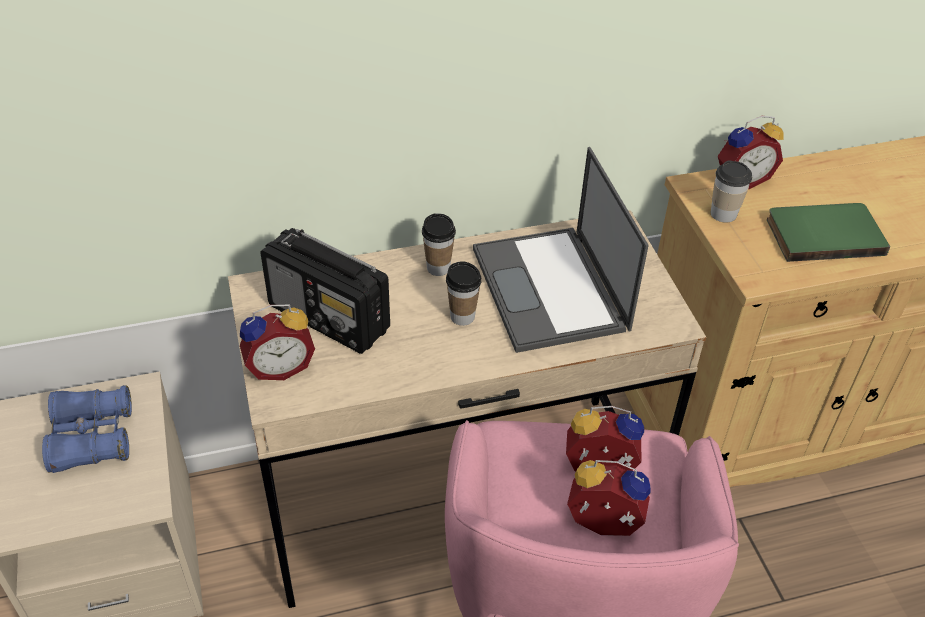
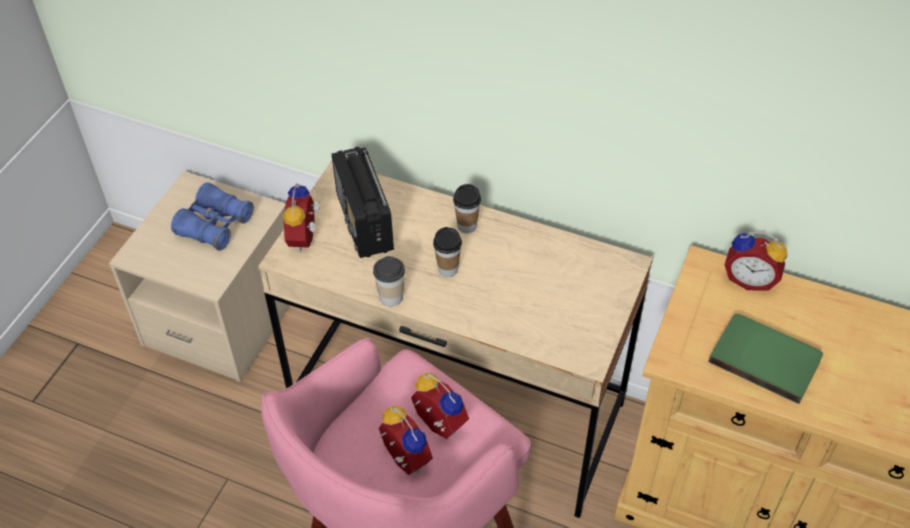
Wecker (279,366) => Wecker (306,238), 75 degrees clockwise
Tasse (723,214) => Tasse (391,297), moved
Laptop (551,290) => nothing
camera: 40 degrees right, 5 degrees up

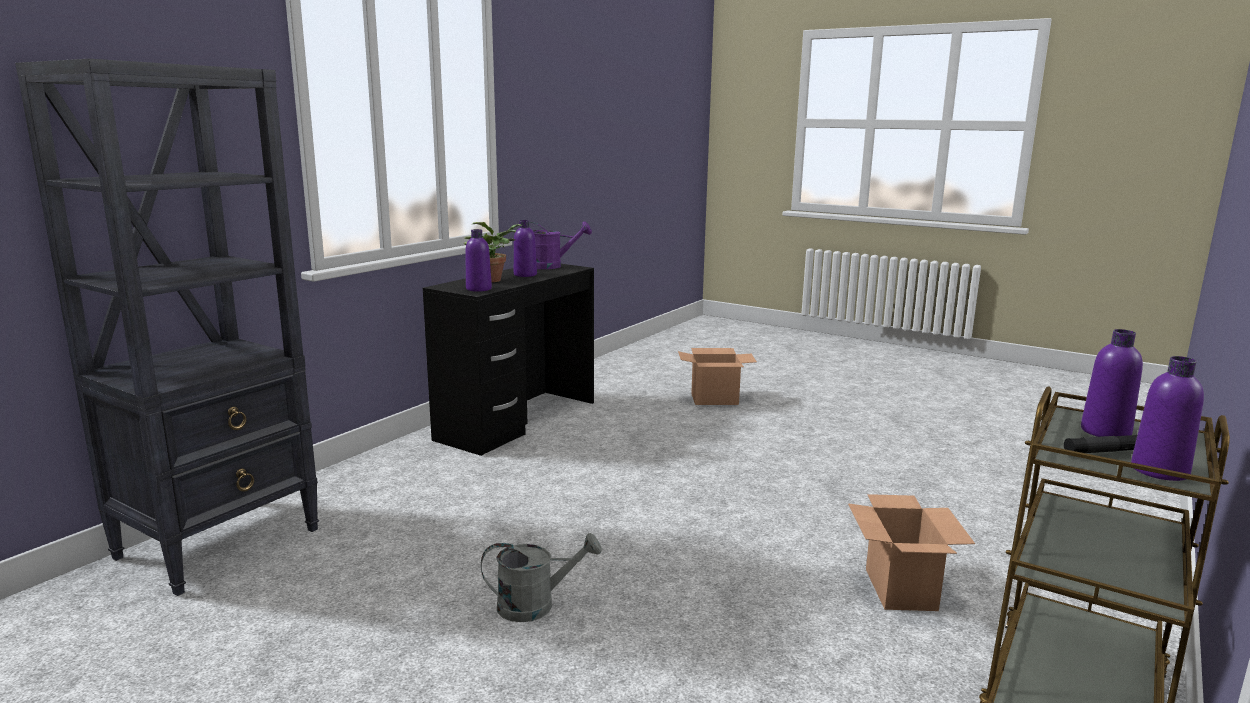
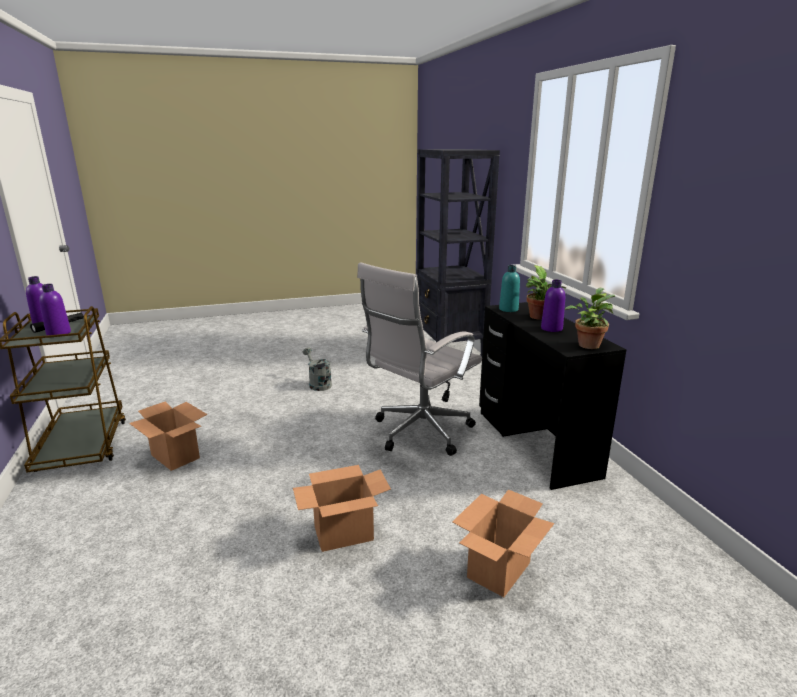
nothing => Karton (343,534)
Gießkanne (grau) (536,605) => Gießkanne (grau) (318,384), 120 degrees clockwise
nothing => Bürostuhl (weiß) (419,433)
Flasche (lila) (478,289) => Flasche (türkis) (508,309)
Gießkanne (lila) (551,266) => Topfpflanze (588,344)
camera: 130 degrees right, 5 degrees up

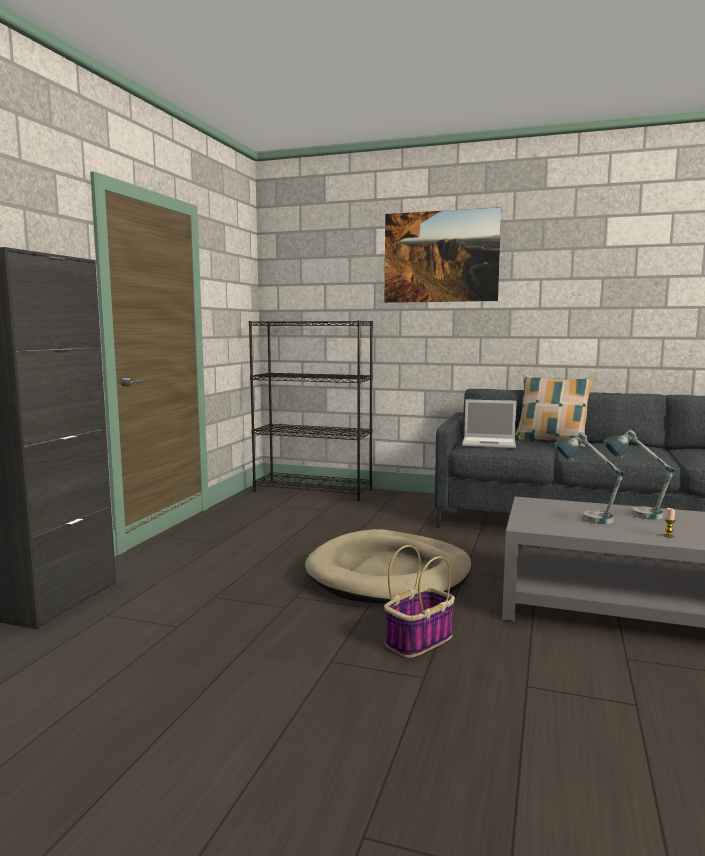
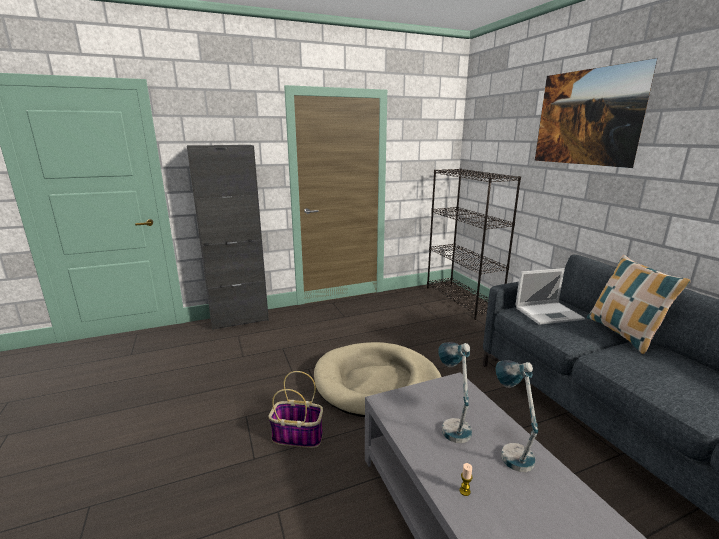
Laptop (490,443) => Laptop (549,313), 75 degrees counterclockwise
camera: 50 degrees right, 10 degrees up

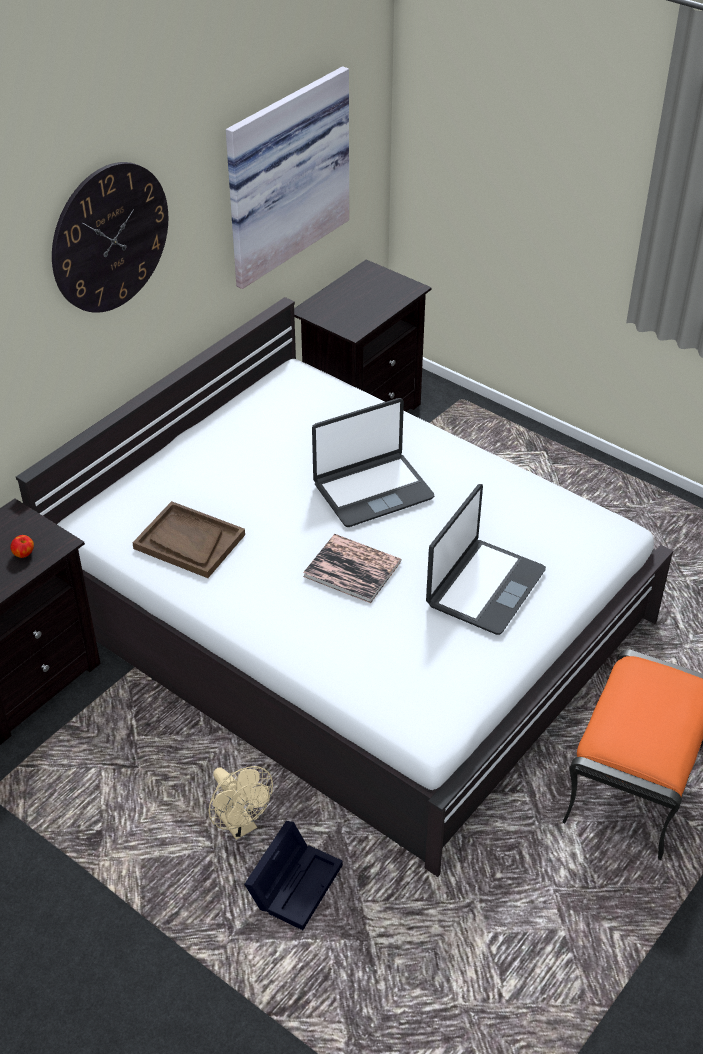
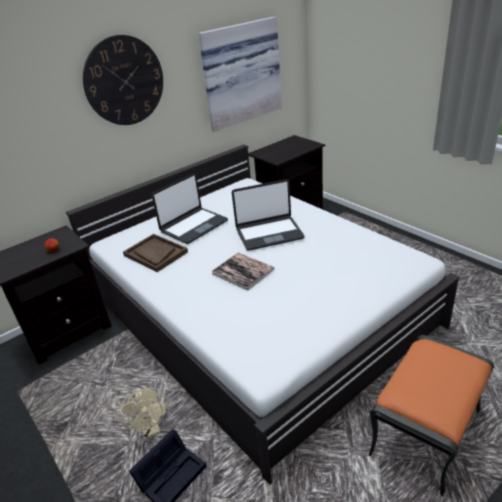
Laptop (484,587) => Laptop (193,226), moved
camera: 15 degrees right, 10 degrees down

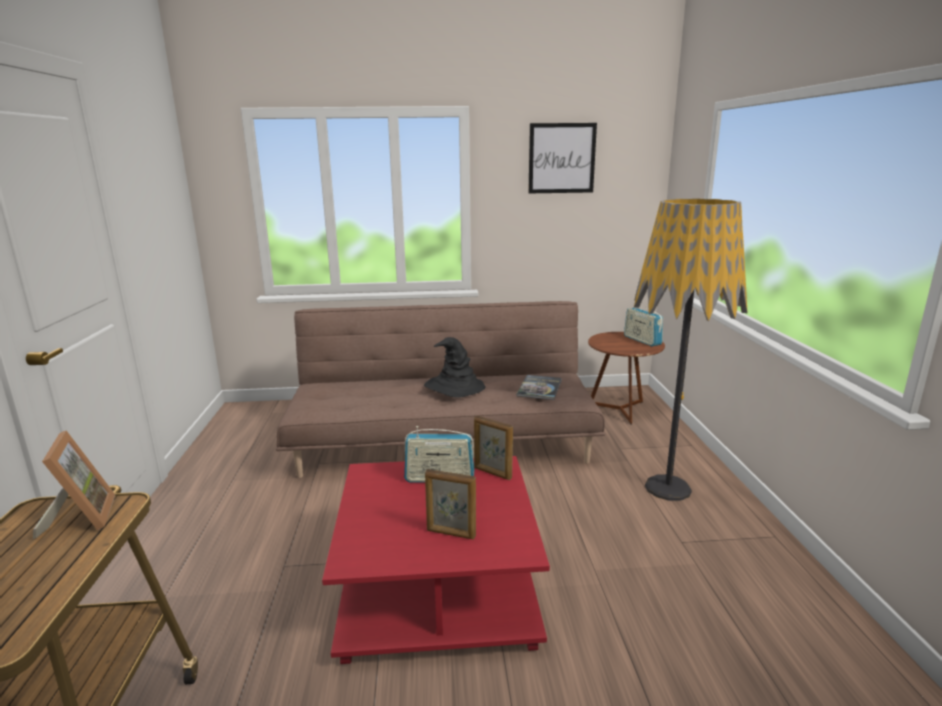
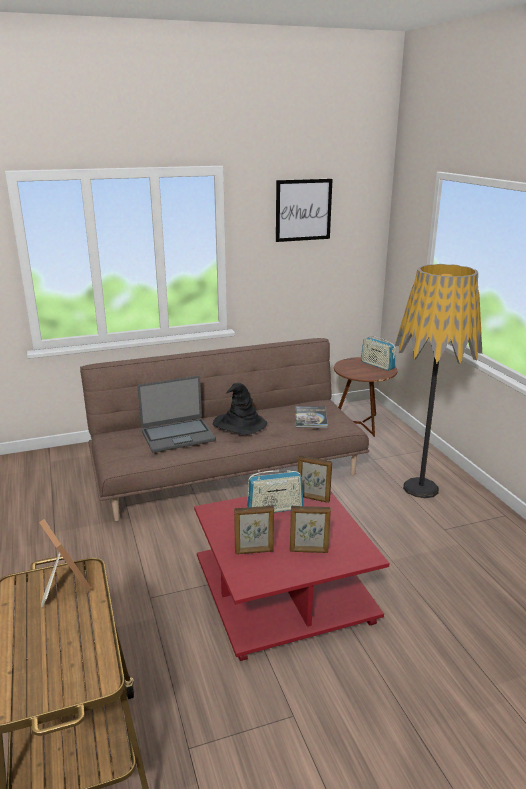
nothing => Laptop (177,436)
nothing => Bilderrahmen (254,551)
camera: 15 degrees left, 5 degrees up

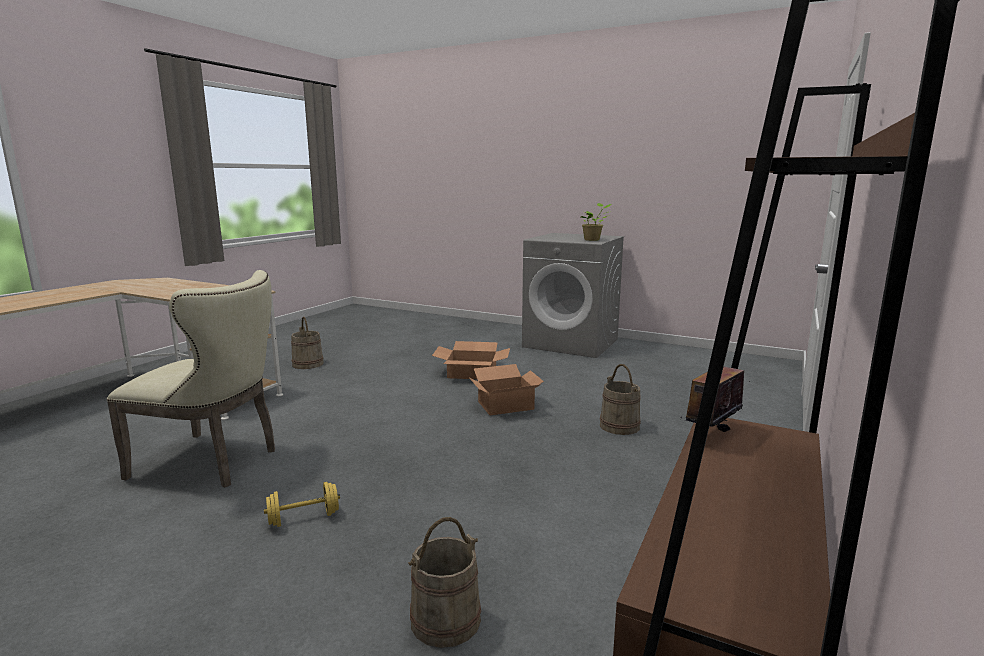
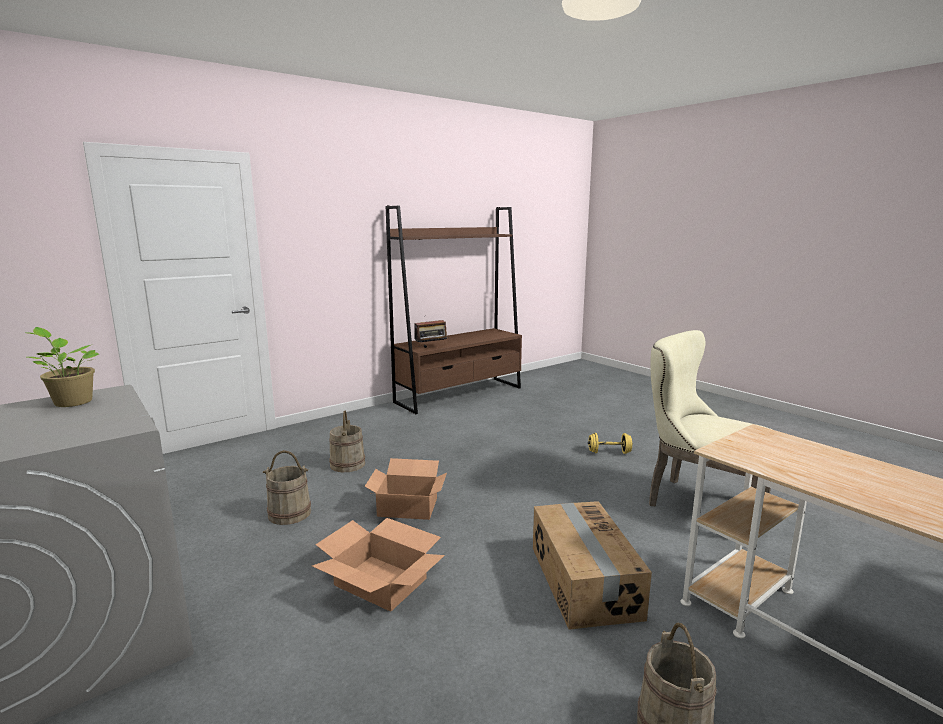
Eimer (beige) (445,619) => Eimer (beige) (289,513), moved
nothing => Karton (583,581)
camera: 155 degrees left, 0 degrees up

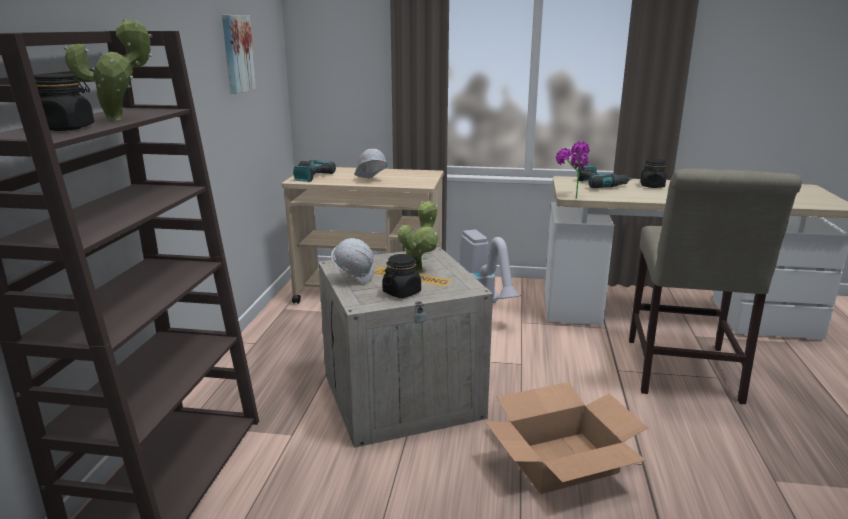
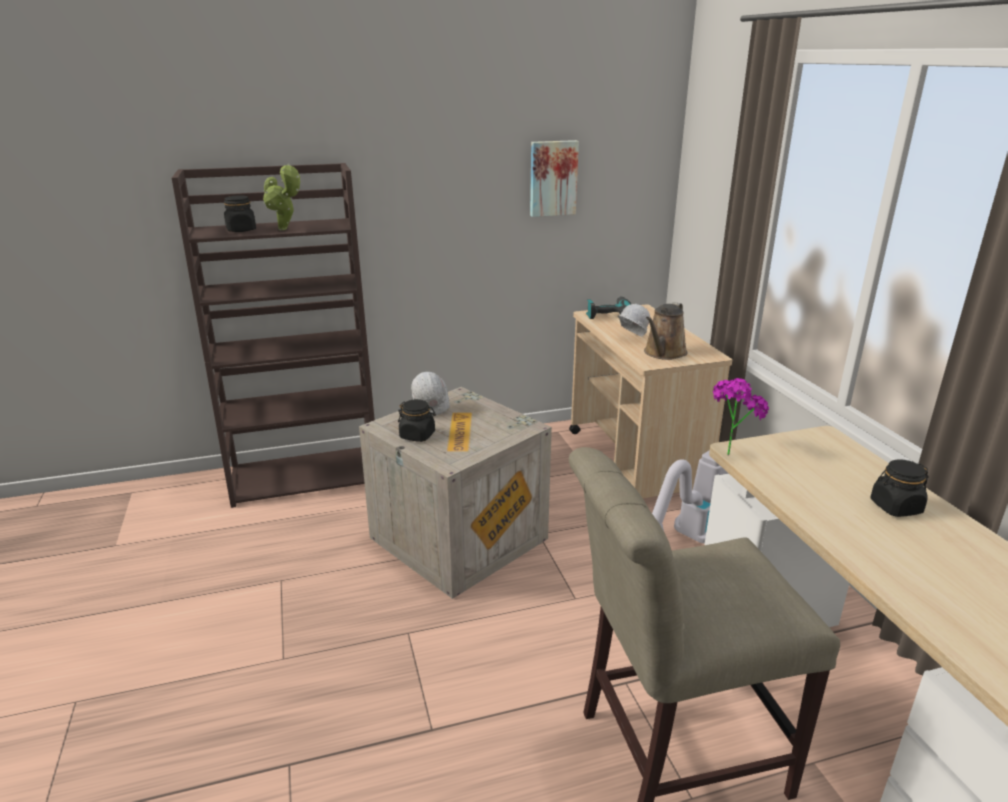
nothing => Gießkanne (braun) (663,353)
Topfpflanze (420,270) => nothing
Karton (562,461) => nothing
Bohrmaschine (600,184) => nothing
camera: 65 degrees right, 5 degrees up

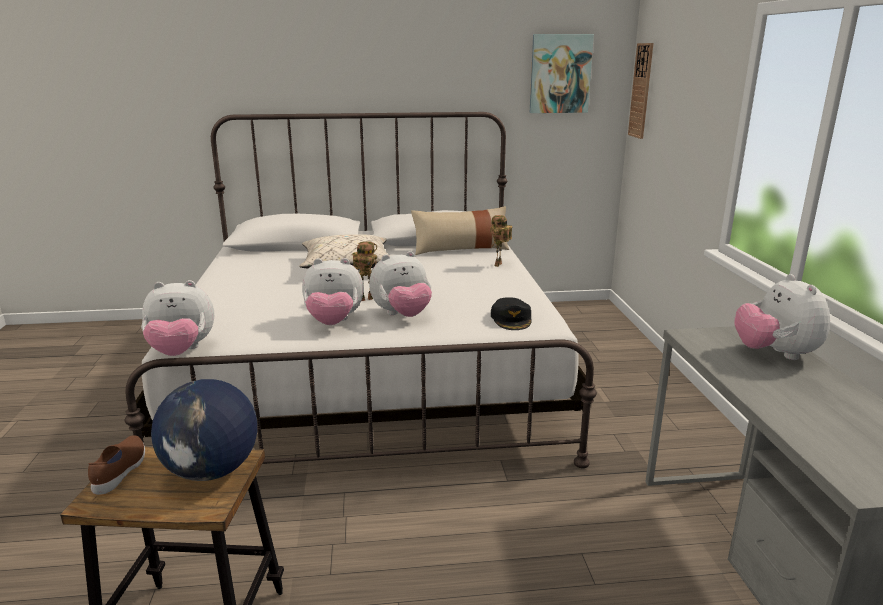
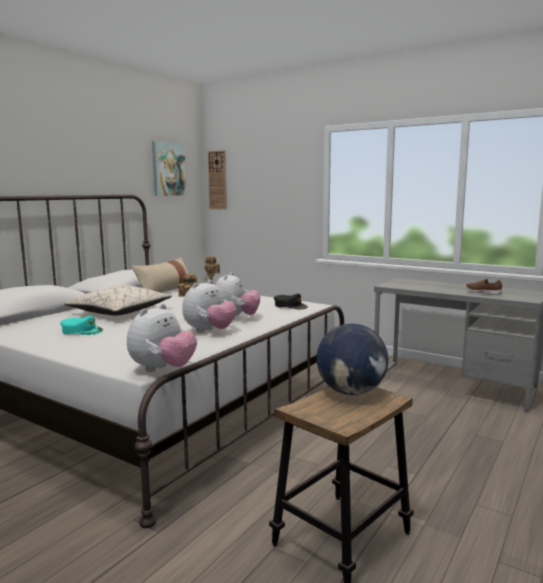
nothing => Kappe (türkis) (82,331)
Schuh (braun) (121,472) => Schuh (braun) (483,293), moved
Plüschtier (775,354) => nothing
camera: 50 degrees left, 10 degrees down

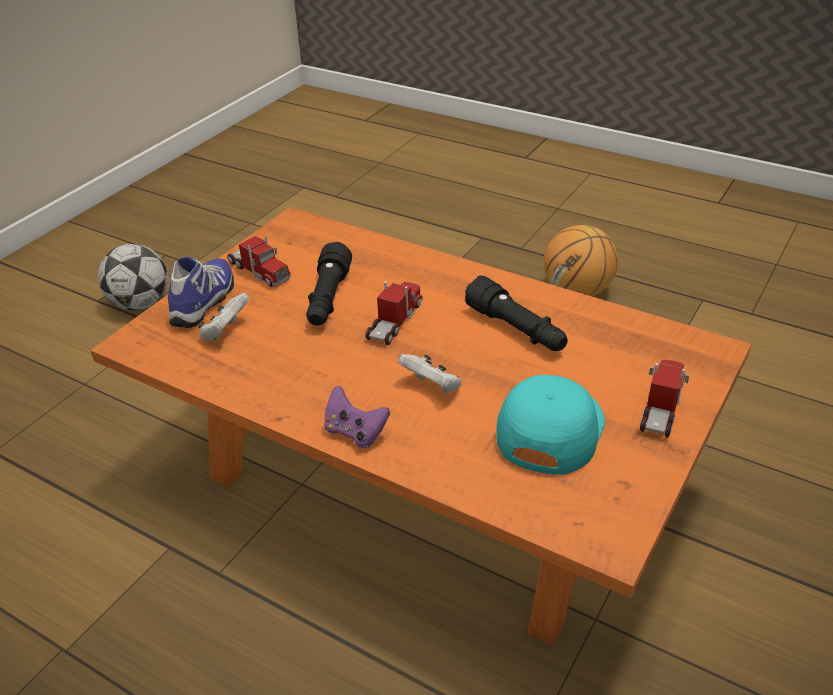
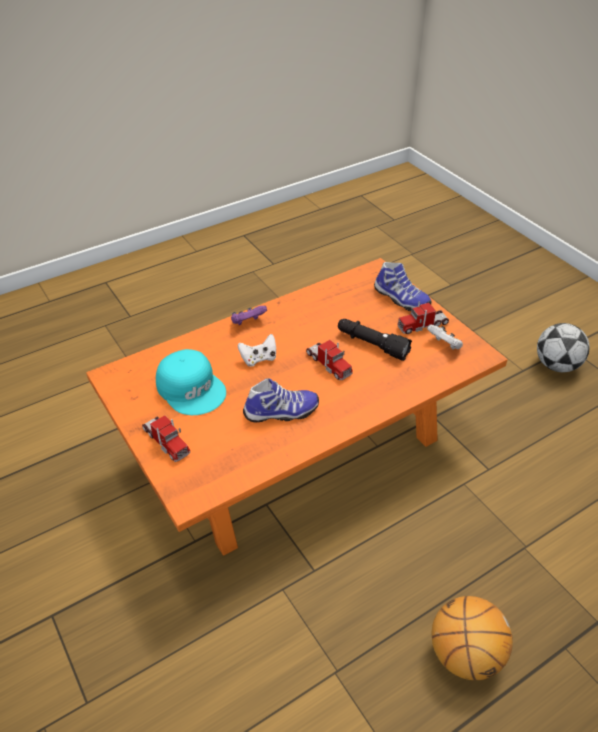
Taschenlampe (schwarz) (516,330) => Schuh (281,413)
Gamepad (weiß) (226,331) => Gamepad (weiß) (444,345), moved
camera: 115 degrees right, 5 degrees up

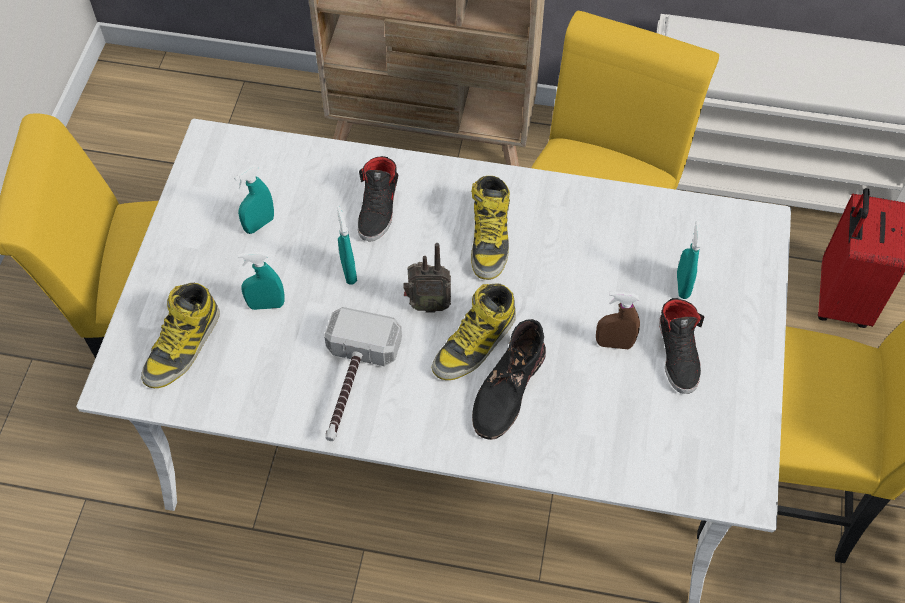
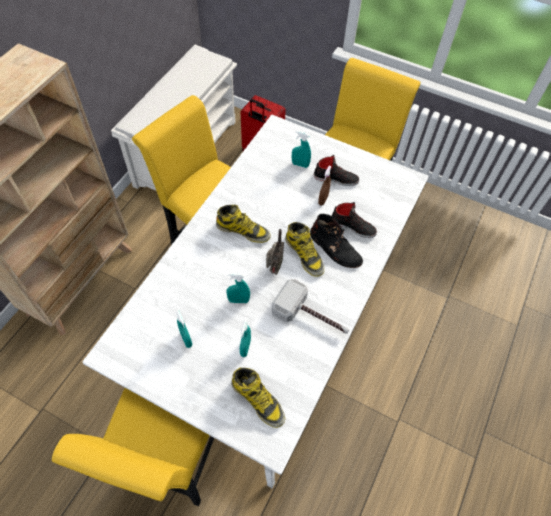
Schuh (schwarz) (379,208) => Schuh (schwarz) (353,226), moved
camera: 75 degrees left, 0 degrees up

